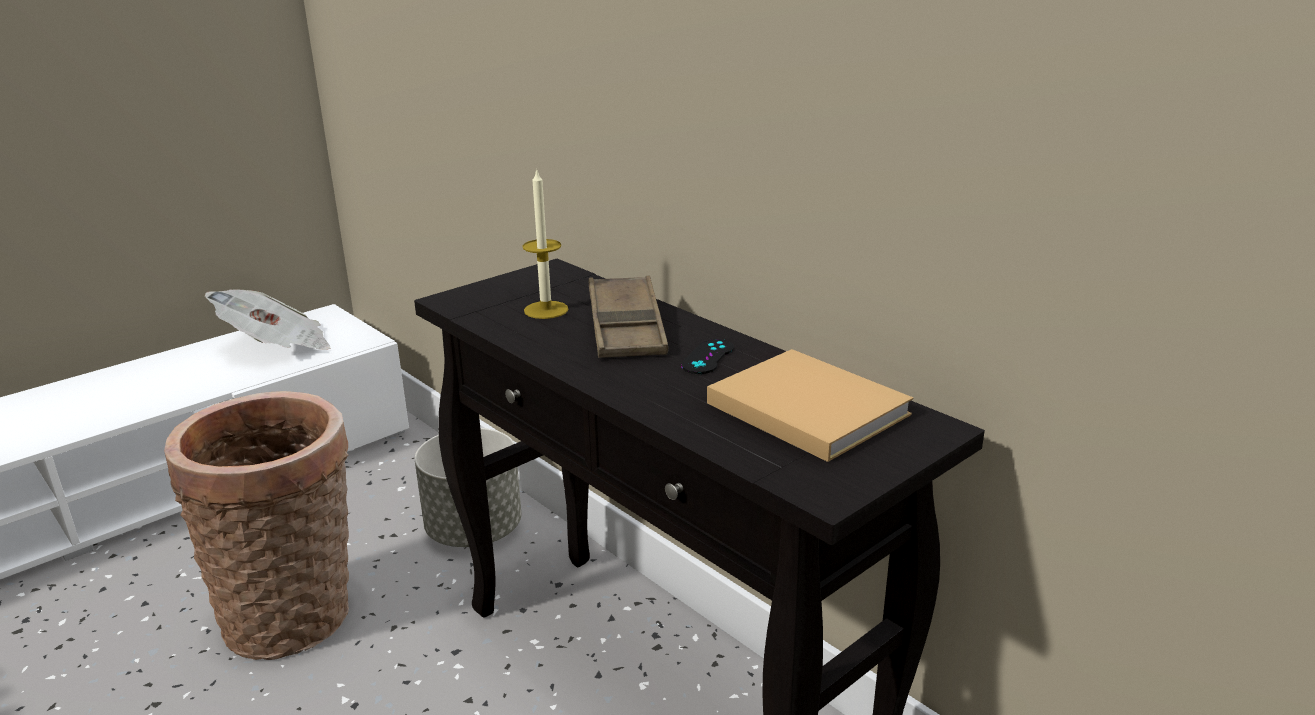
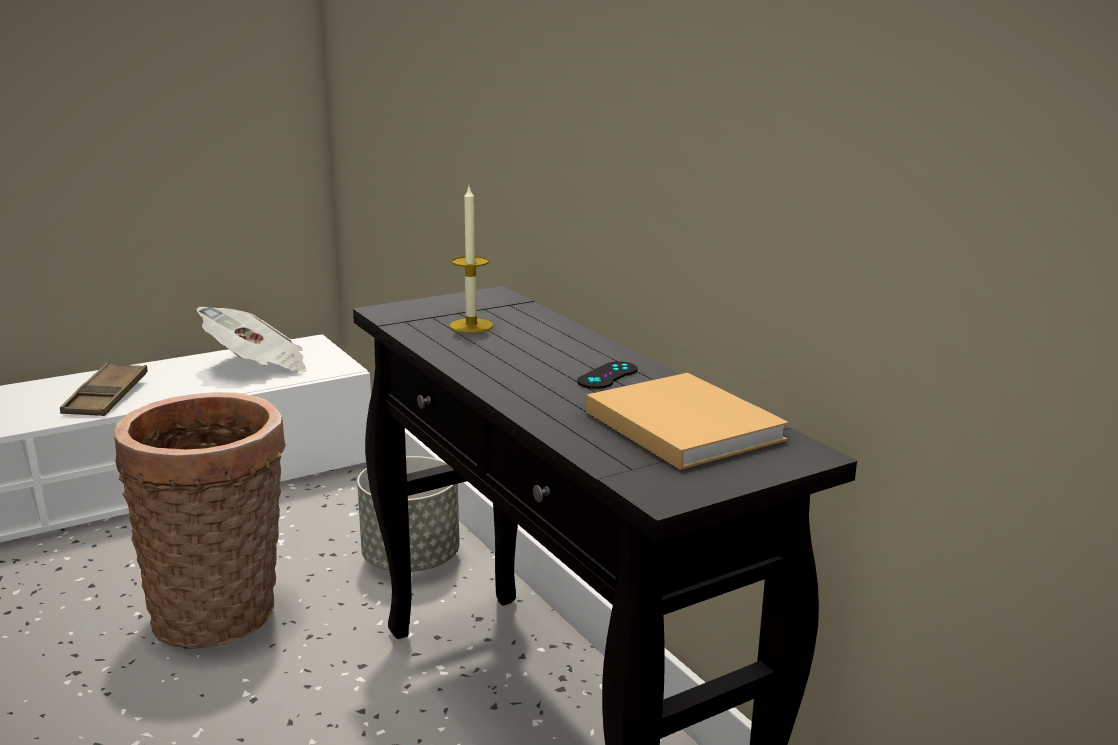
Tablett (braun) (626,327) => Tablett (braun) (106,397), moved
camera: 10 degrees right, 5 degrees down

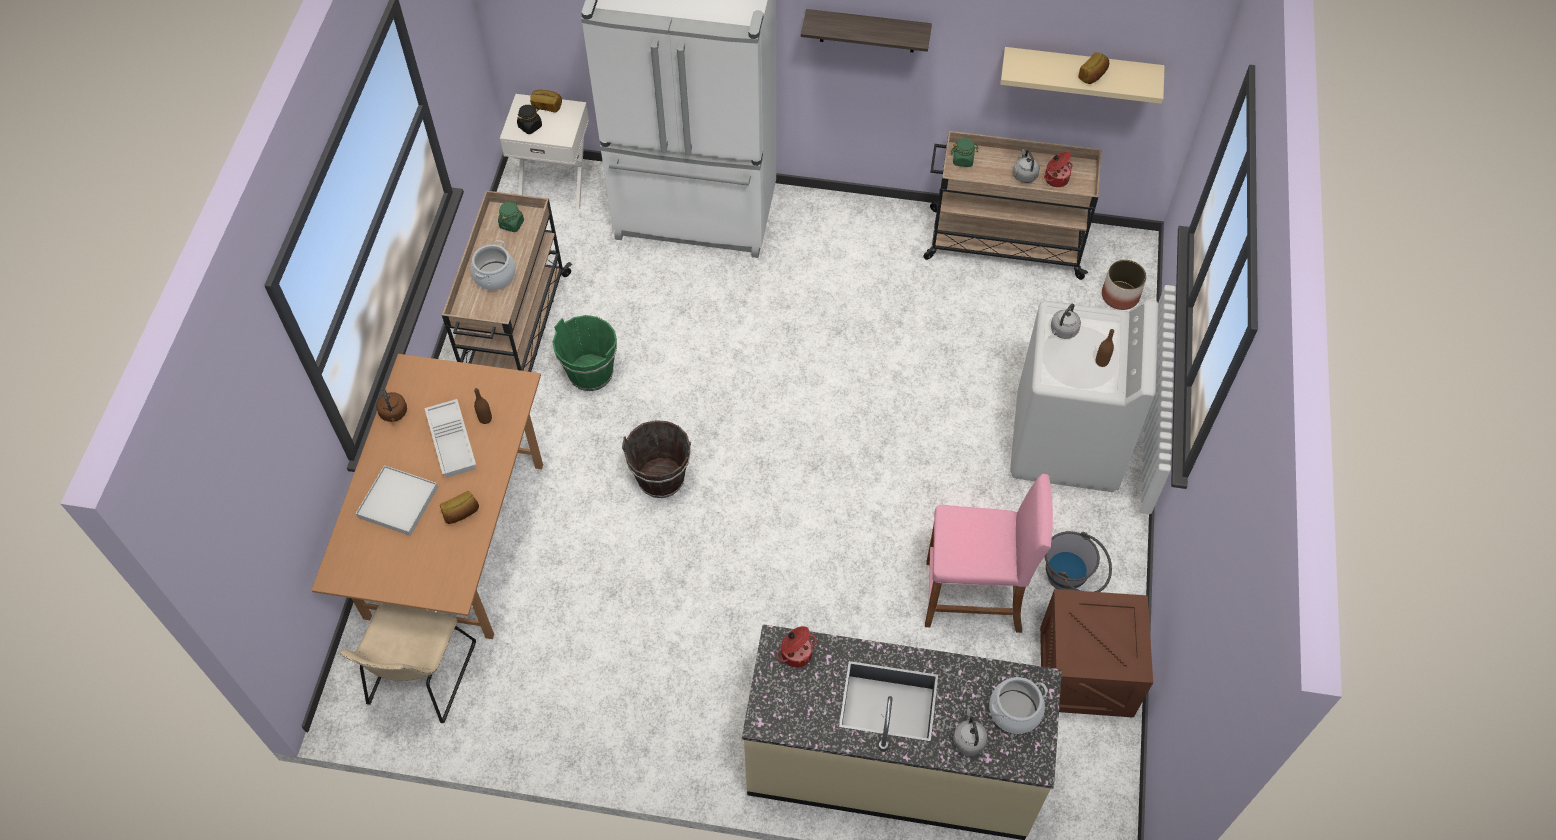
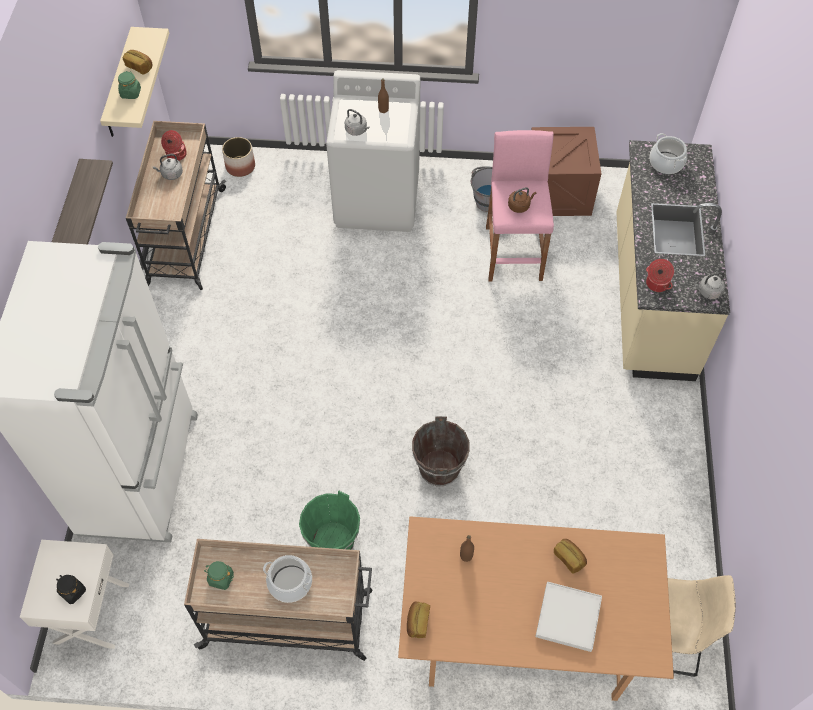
Vorratsglas (grün) (963,160) => Vorratsglas (grün) (131,93), moved
Brot (547,106) => Brot (417,622), moved
Wasserkessel (braun) (394,414) => Wasserkessel (braun) (520,206), moved
Wasserkessel (grau) (968,739) => Wasserkessel (grau) (708,292), moved
Tablett (weiß) (453,442) => nothing
camera: 95 degrees left, 0 degrees up

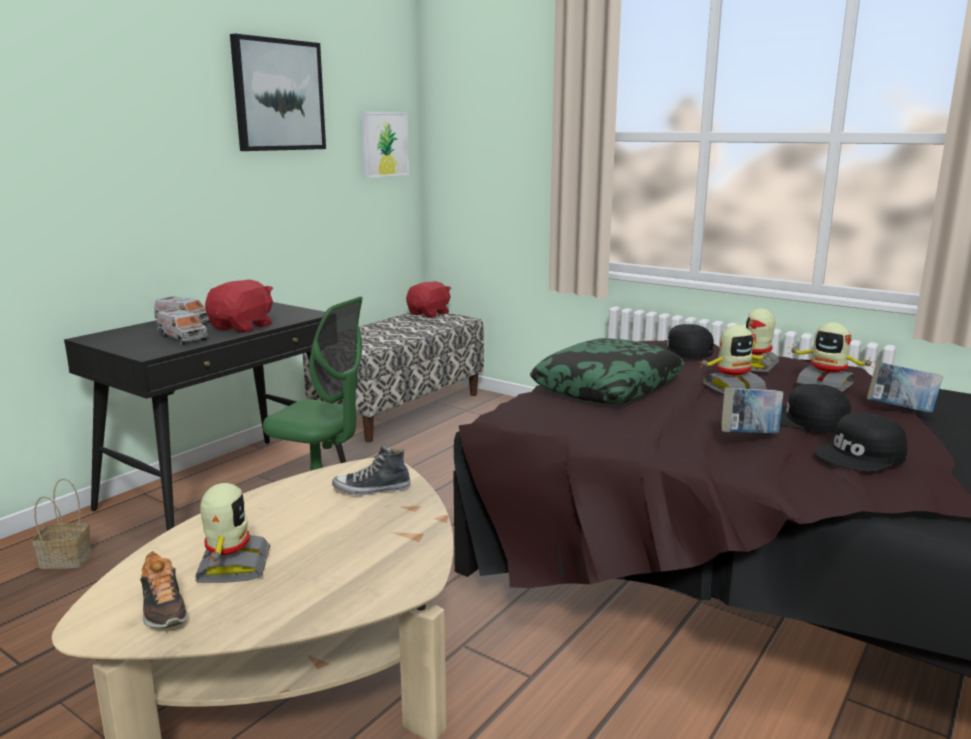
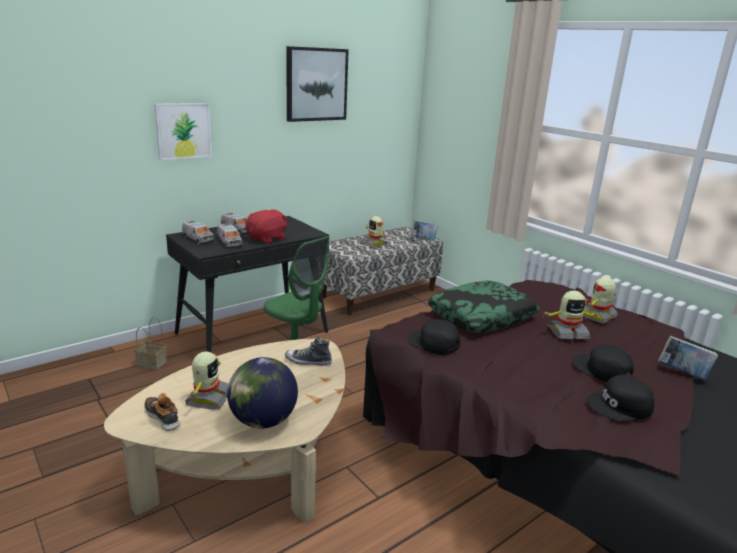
Schuh (163,608) => Schuh (163,417), 150 degrees clockwise
Bild (384,144) => Bild (183,131), moved
nothing => Spielzeuglaster (198,239)
nothing => Globus (263,421)
Spielzeugroboter (825,384) => Spielzeugroboter (374,243), moved
Kappe (schwarz) (682,351) => Kappe (schwarz) (433,343), moved
Buch (749,436) => Buch (423,239), moved
Plüschtier (rot) (429,314) => nothing
camera: 15 degrees right, 5 degrees up

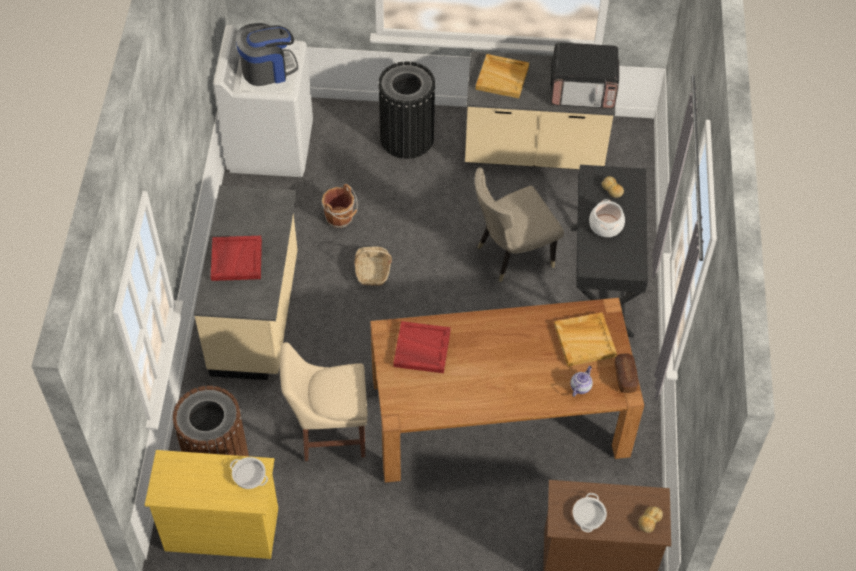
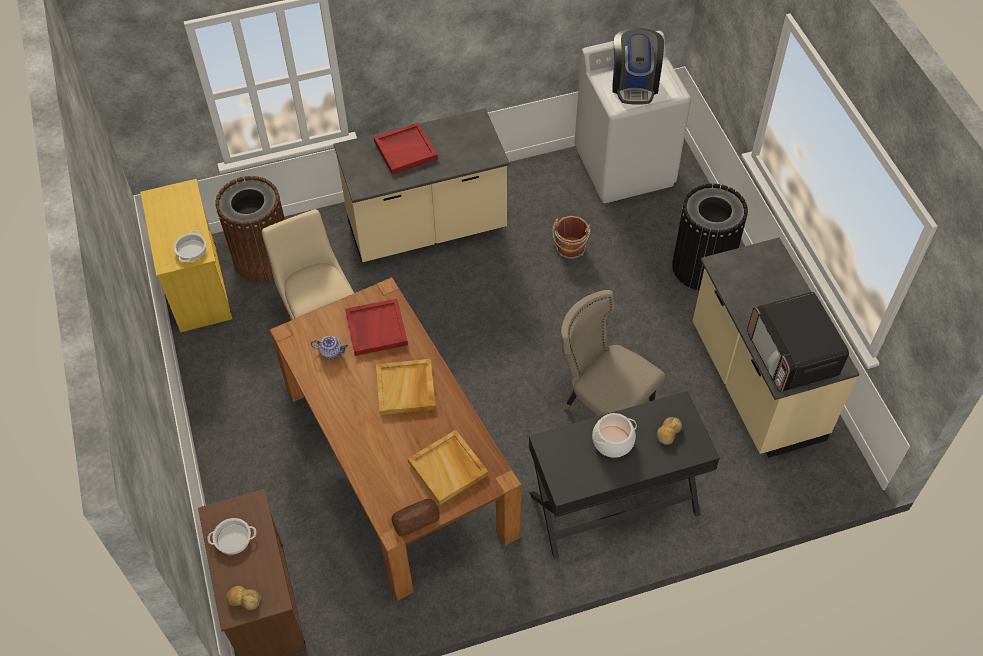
Teekanne (580,386) => Teekanne (331,352), moved
Tablett (beige) (503,77) => Tablett (beige) (406,389), moved
Kaffeemaschine (268,69) => Kaffeemaschine (635,84), 45 degrees clockwise
Korb (372,271) => nothing
camera: 70 degrees right, 0 degrees up

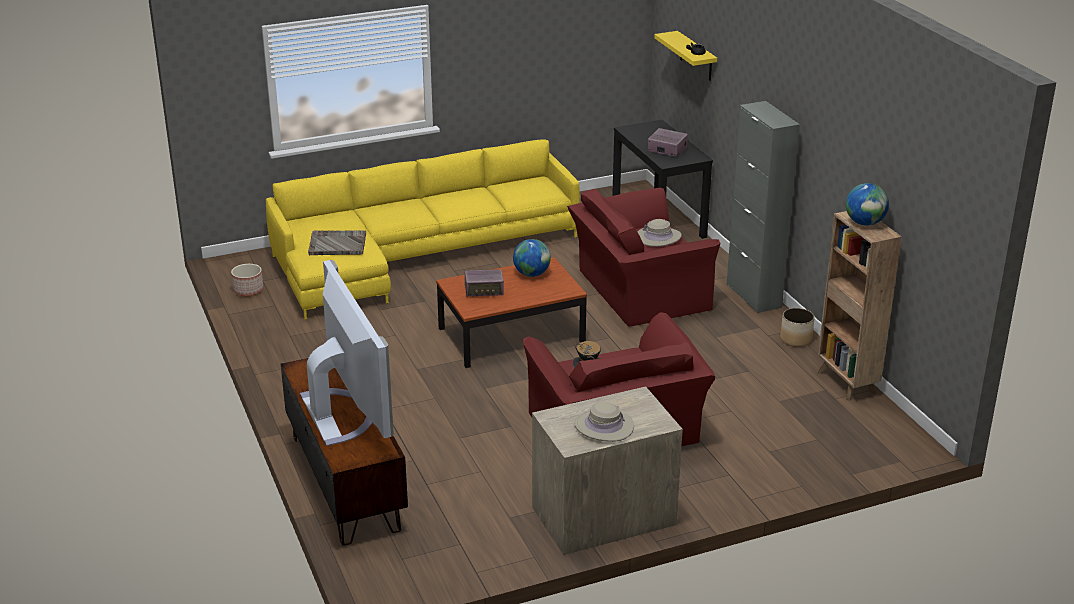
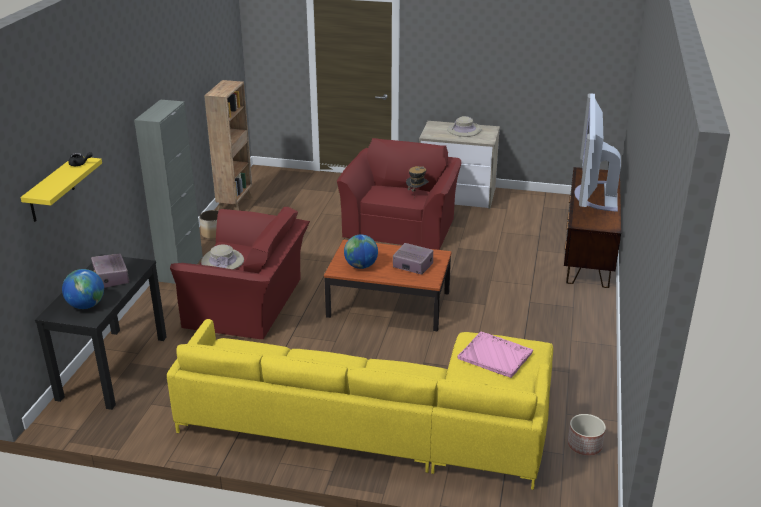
Globus (864,223) => Globus (86,305), moved
Tablett (grau) (337,244) => Tablett (rosa) (495,356)
camera: 145 degrees left, 0 degrees up

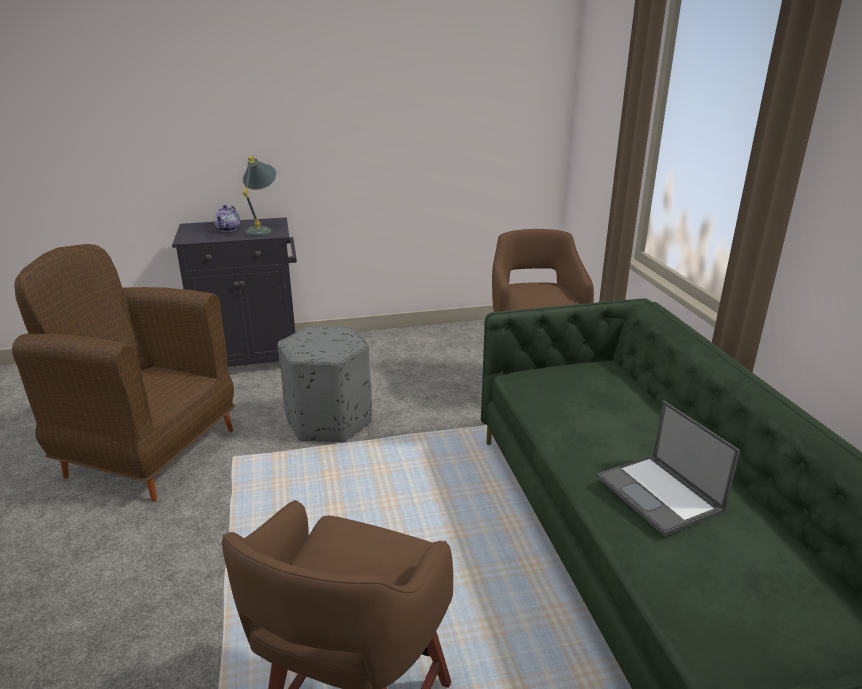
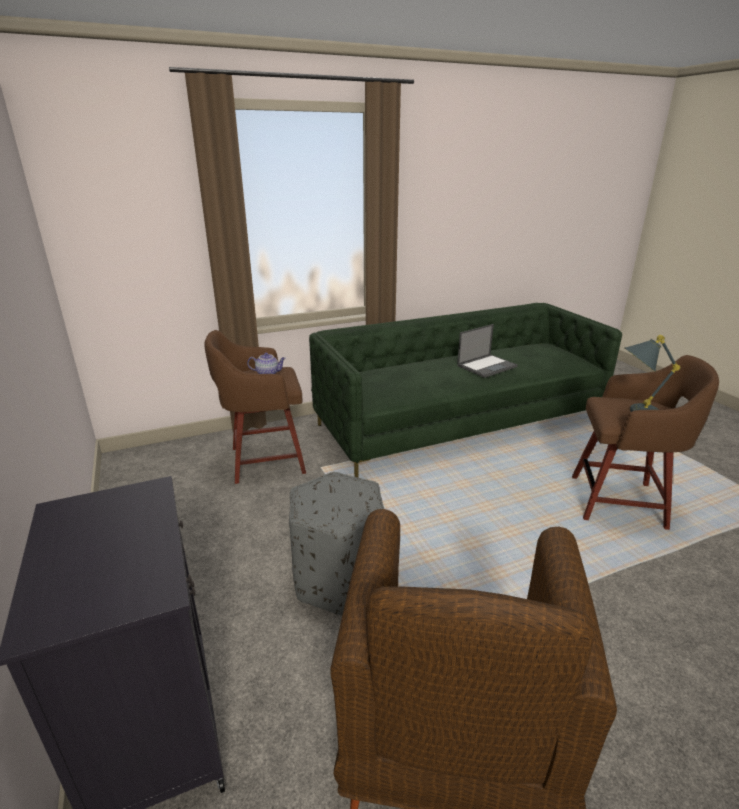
Teekanne (228,229) => Teekanne (268,373), moved
Tischlampe (grau) (262,230) => Tischlampe (grau) (634,411), moved
camera: 100 degrees left, 0 degrees up

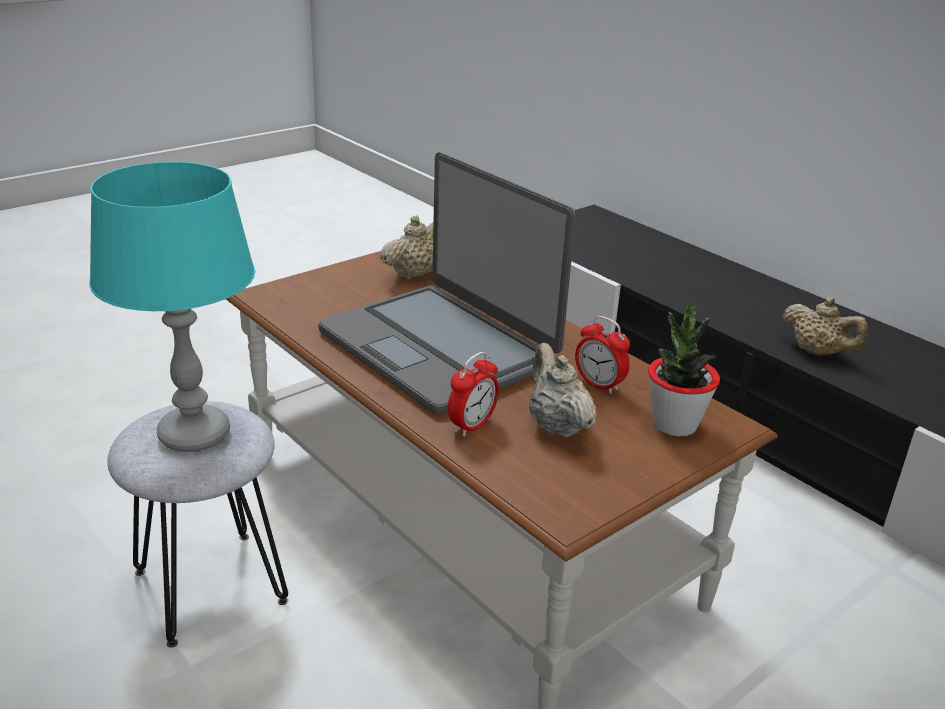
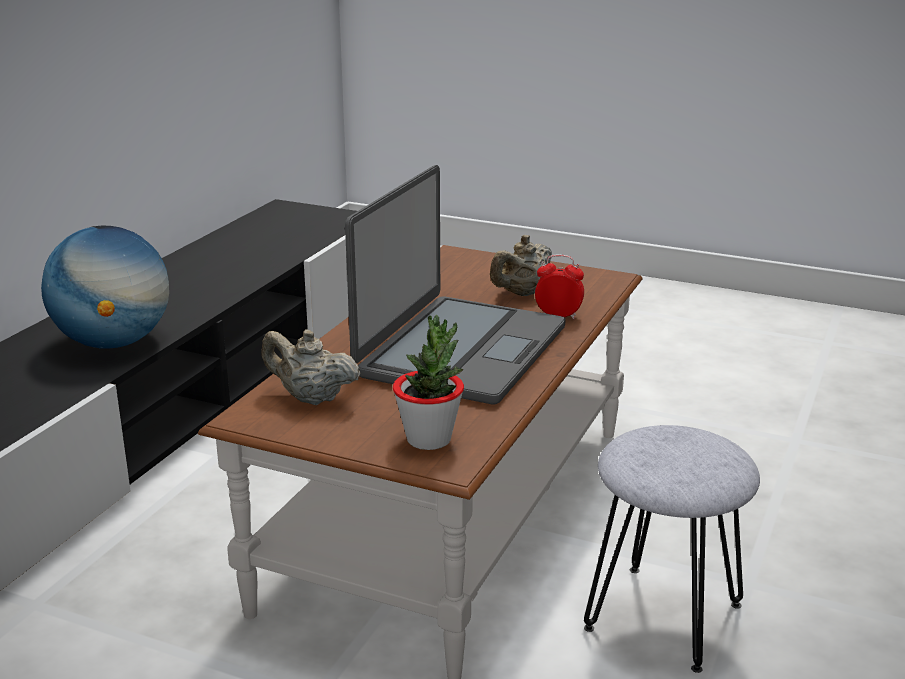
nothing => Globus (114,343)
Topfpflanze (674,425) => Topfpflanze (429,439), moved
Tischlampe (türkis) (194,434) => nothing
Wecker (599,385) => nothing
Teekanne (beige) (818,352) => nothing
camera: 115 degrees left, 5 degrees down

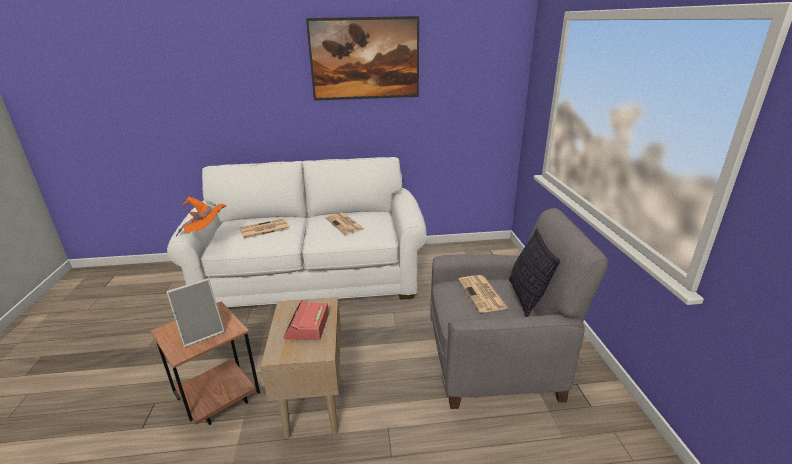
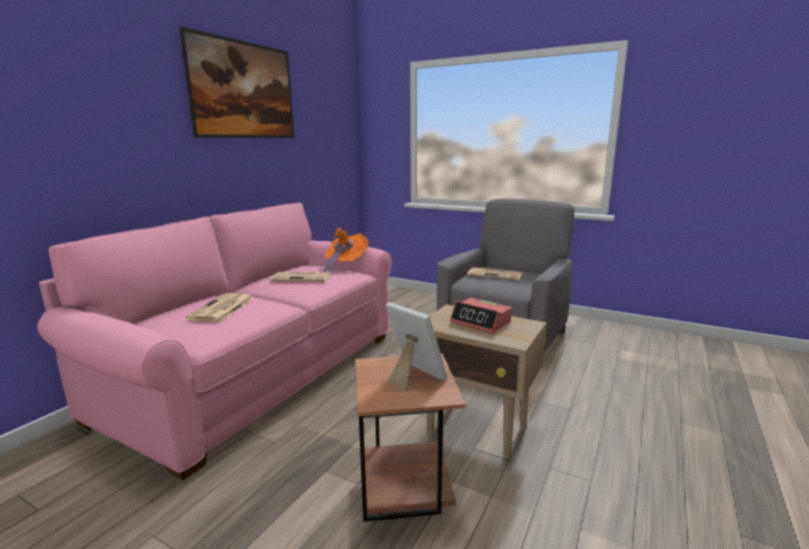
Sofa (weiß) (312,278) => Sofa (rosa) (259,374)
Hut (orange) (207,232) => Hut (orange) (345,265), moved
Bilderrahmen (202,332) => Bilderrahmen (413,377), 45 degrees counterclockwise
Kissen (527,298) => nothing
camera: 55 degrees left, 10 degrees down

